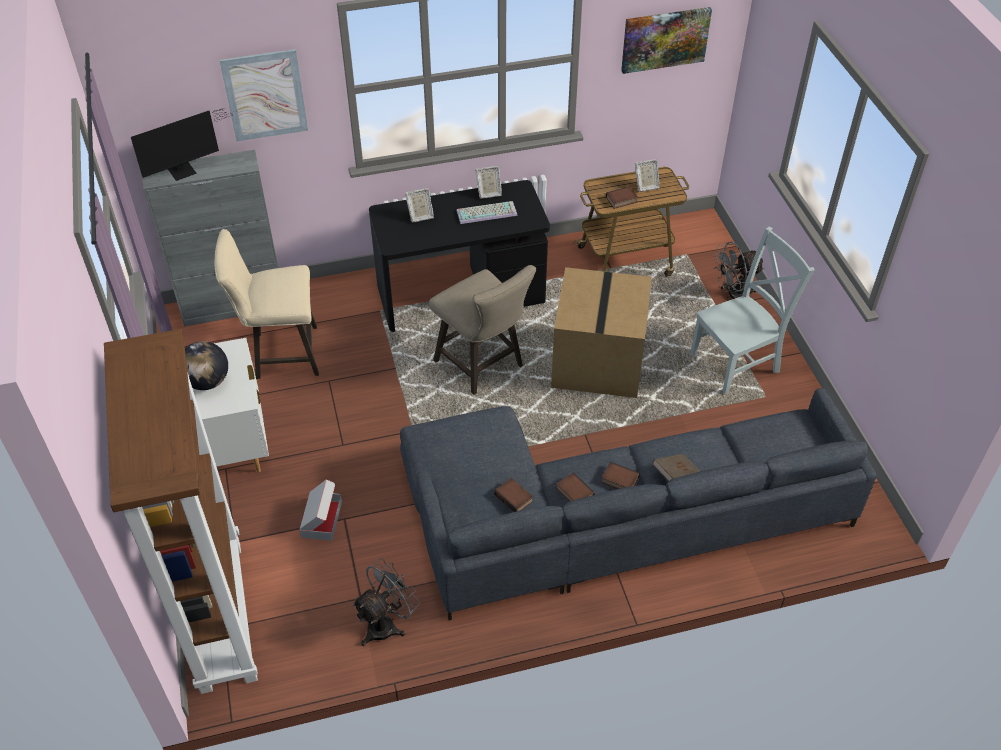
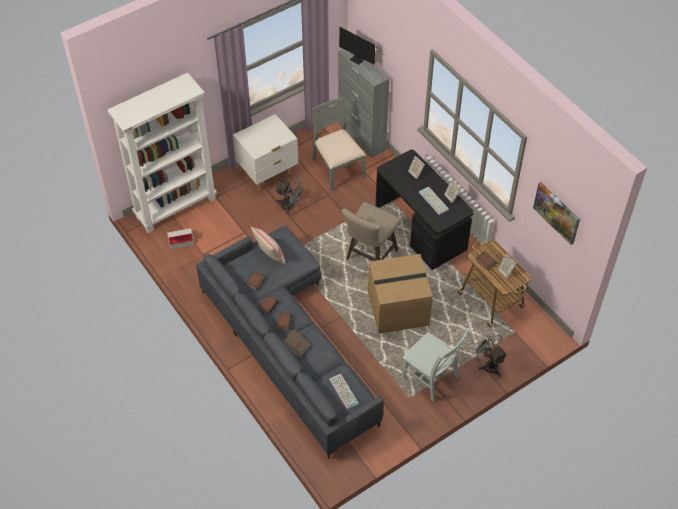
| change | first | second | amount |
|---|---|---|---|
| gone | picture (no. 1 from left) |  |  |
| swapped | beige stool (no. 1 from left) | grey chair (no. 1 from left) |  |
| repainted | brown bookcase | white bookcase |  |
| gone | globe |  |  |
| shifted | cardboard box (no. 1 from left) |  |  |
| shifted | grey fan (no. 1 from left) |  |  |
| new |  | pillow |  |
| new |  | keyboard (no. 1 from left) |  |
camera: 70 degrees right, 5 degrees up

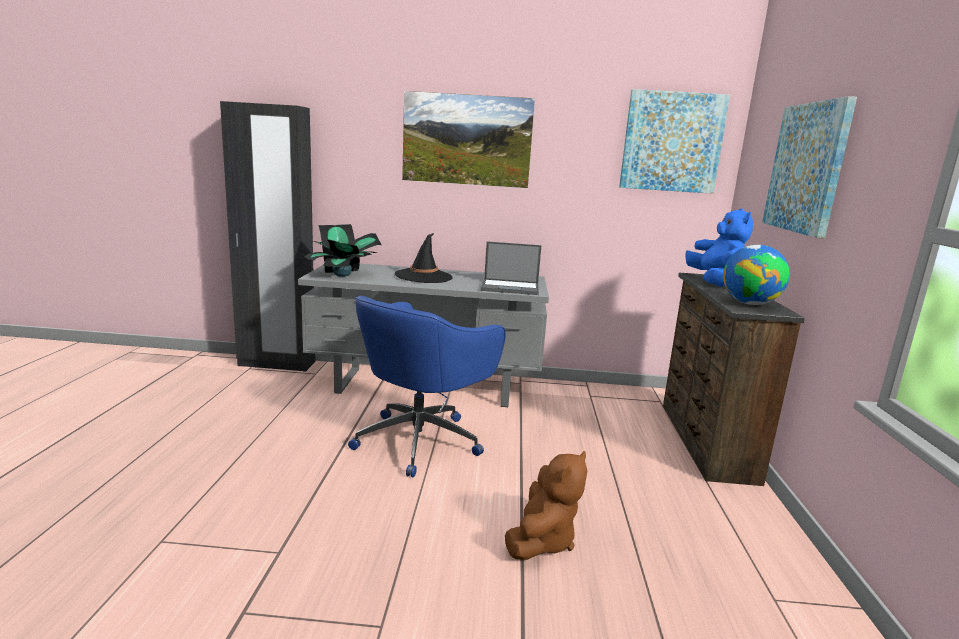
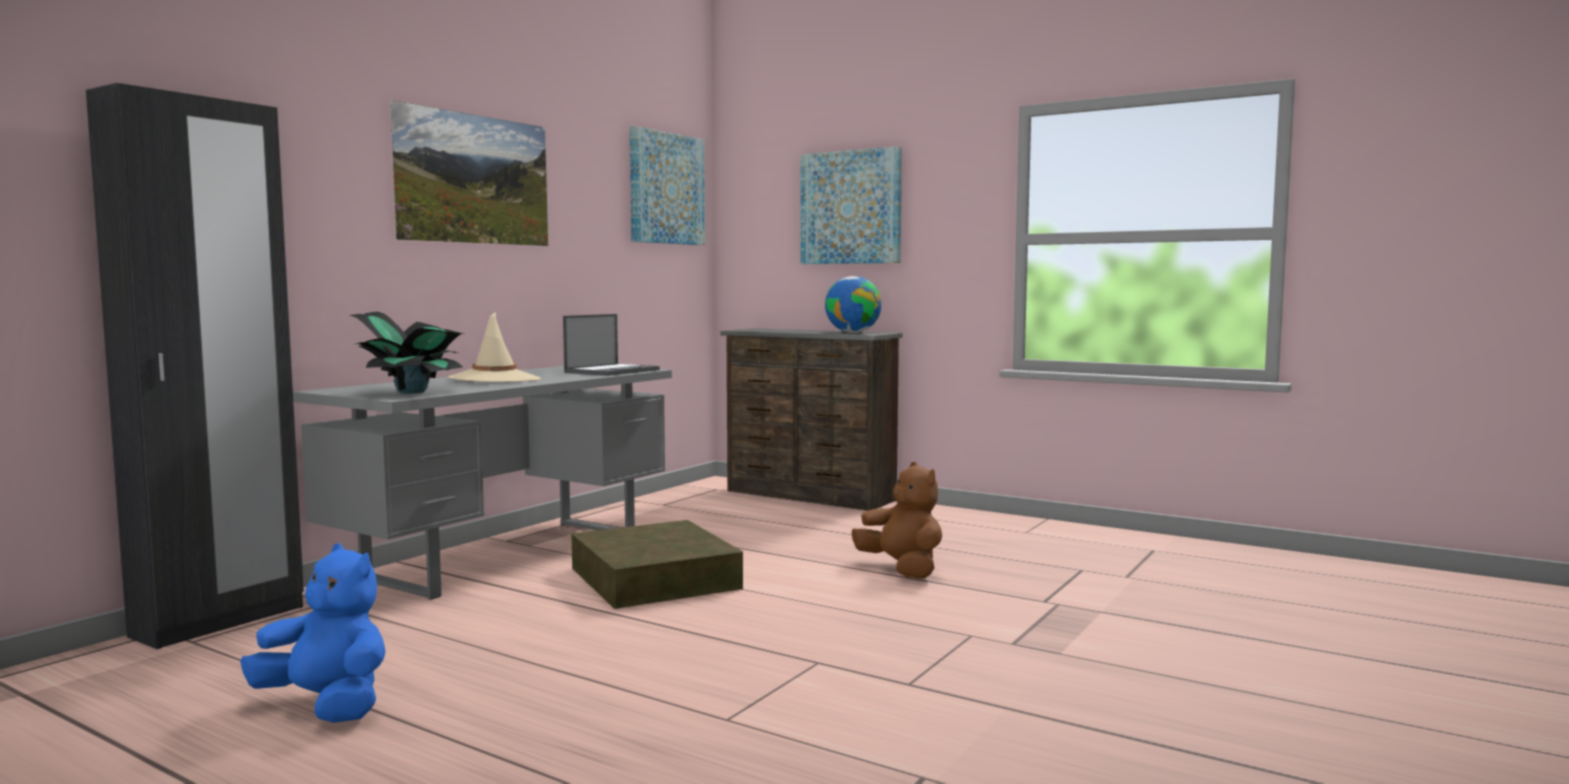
| change | first | second | amount |
|---|---|---|---|
| shifted | blue plush toy |  |  |
| repainted | black hat | beige hat |  |
| swapped | blue office chair | brown storage box |  |
camera: 60 degrees left, 10 degrees down

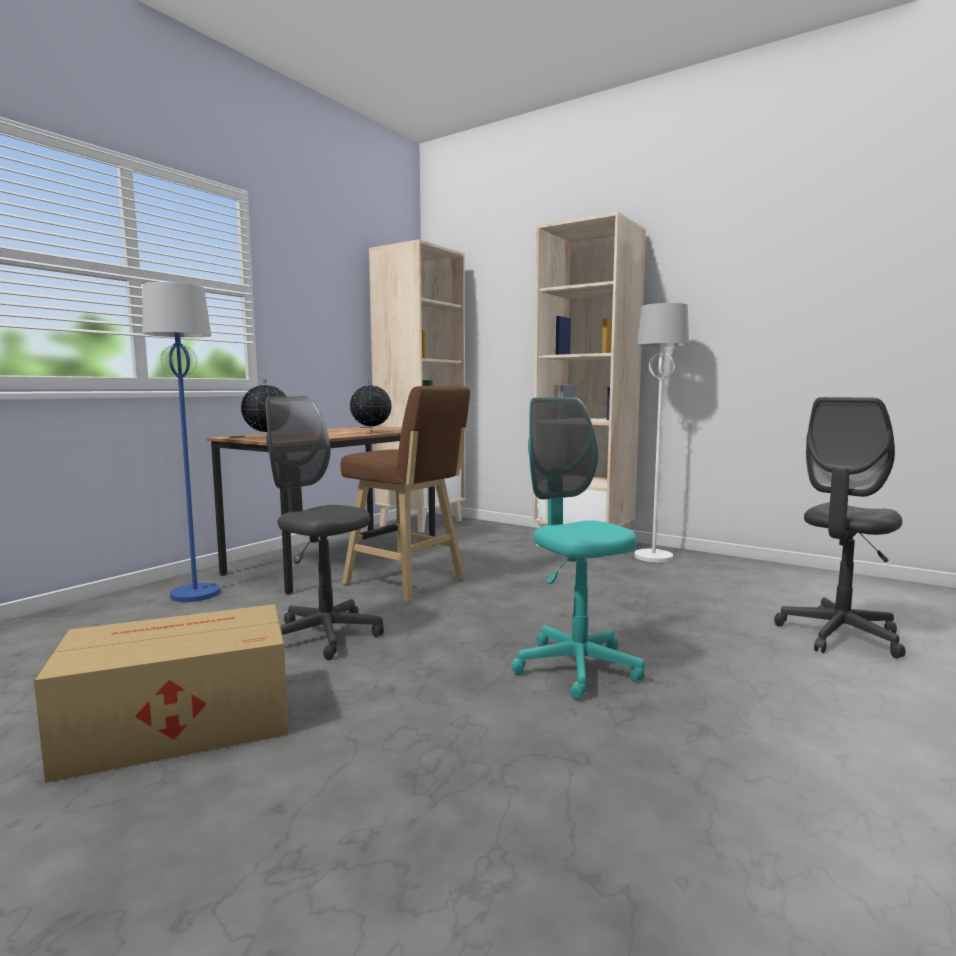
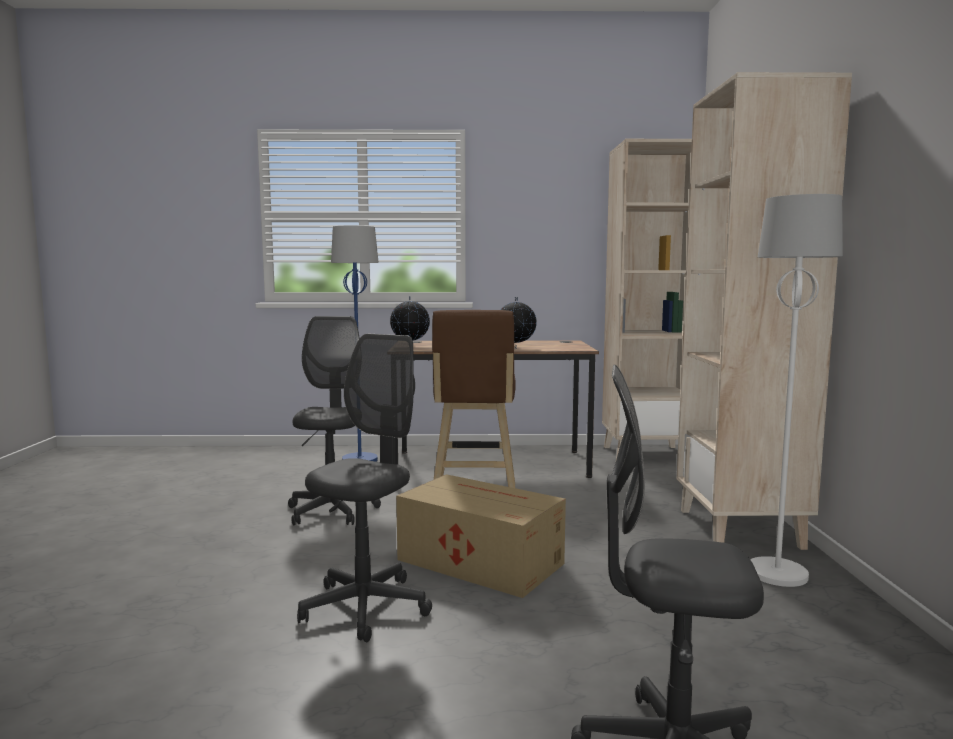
| change | first | second | amount |
|---|---|---|---|
| repainted | turquoise office chair | grey office chair (no. 2 from left) |  |
| shifted | cardboard box |  |  |
camera: 55 degrees right, 0 degrees up

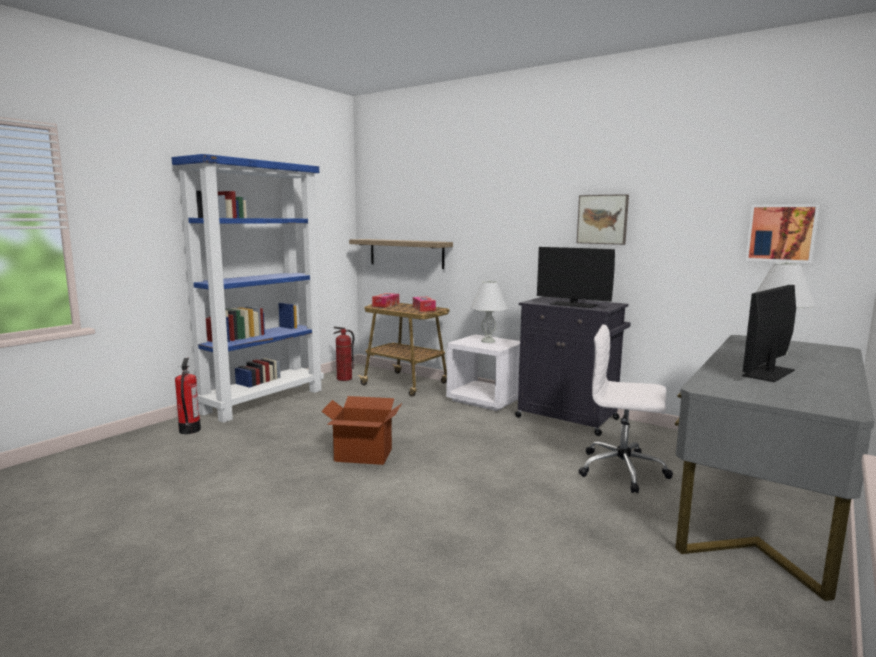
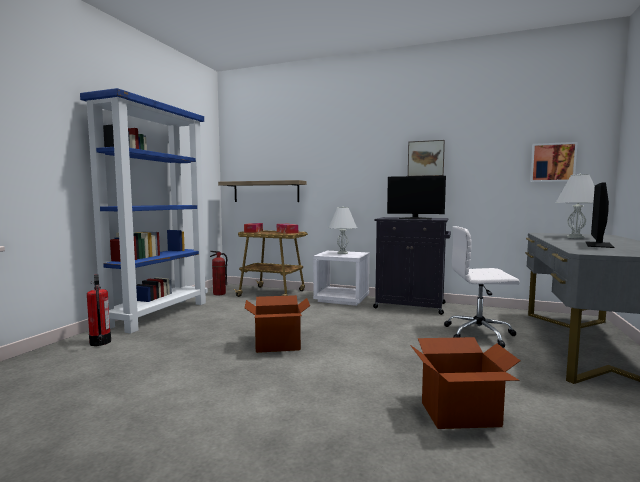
| change | first | second | amount |
|---|---|---|---|
| new |  | cardboard box (no. 2 from left) |  |
camera: 15 degrees left, 5 degrees down

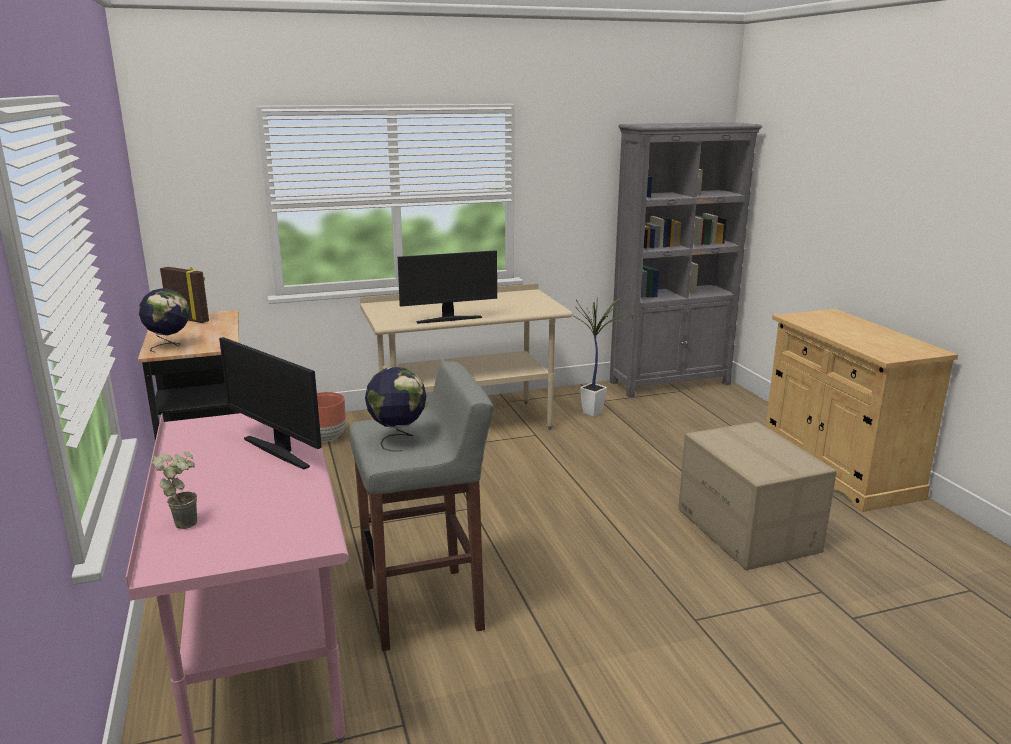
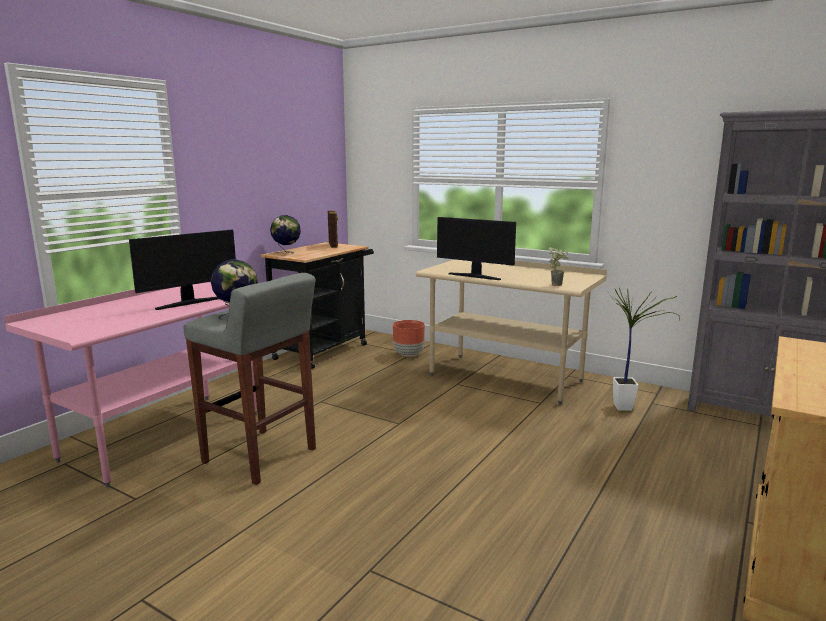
| change | first | second | amount |
|---|---|---|---|
| rotated | monitor (no. 1 from left) |  | 135 degrees counterclockwise |
| gone | cardboard box |  |  |
| shifted | potted plant (no. 1 from left) |  |  |
camera: 50 degrees right, 5 degrees down

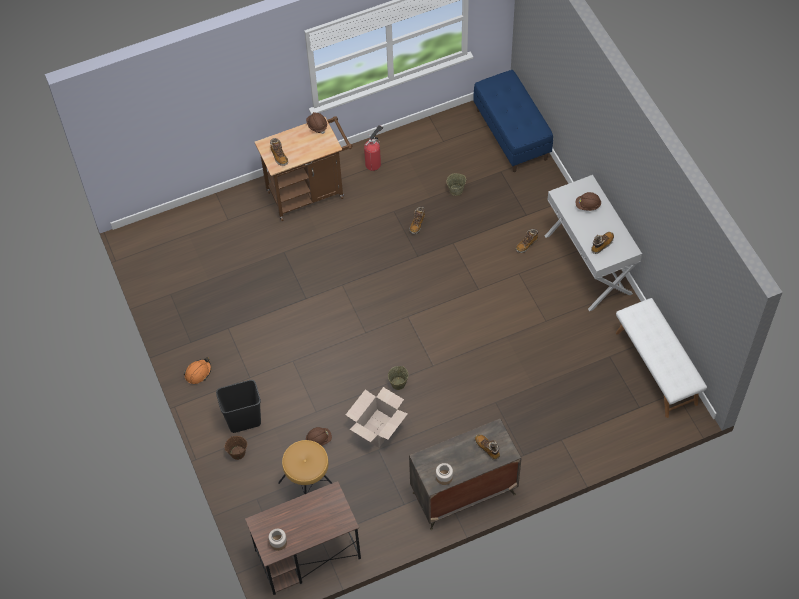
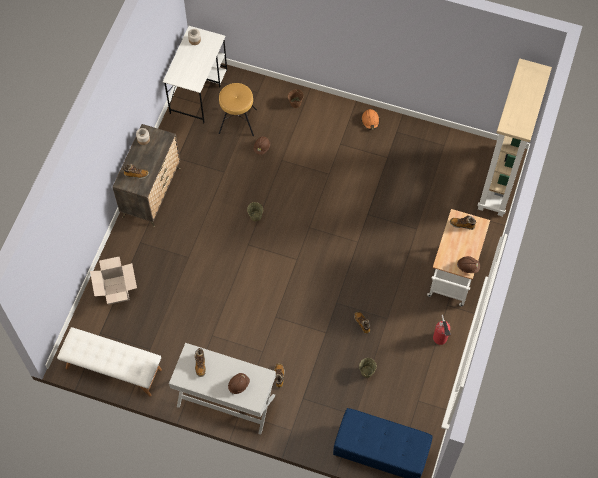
| change | first | second | amount |
|---|---|---|---|
| repainted | brown cart | white cart |  |
| gone | black trash can |  |  |
| shifted | cardboard box |  |  |
| repainted | brown desk | white desk |  |
| new |  | beige bookcase |  |
camera: 130 degrees right, 5 degrees up

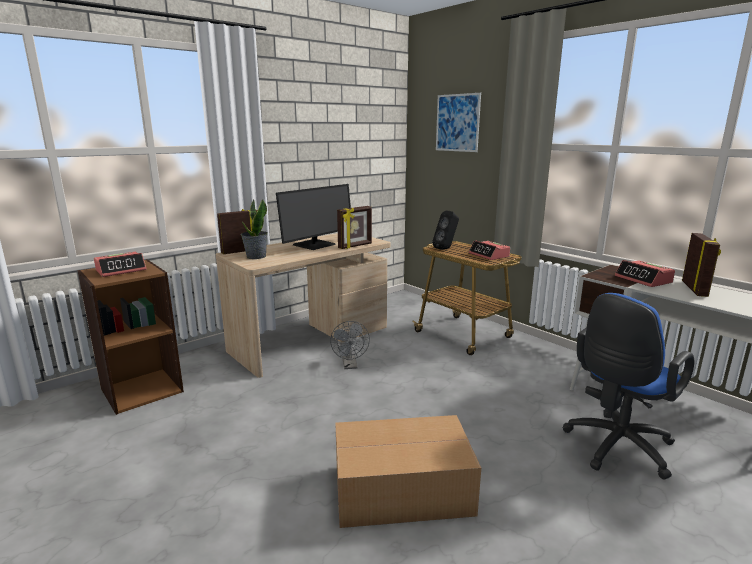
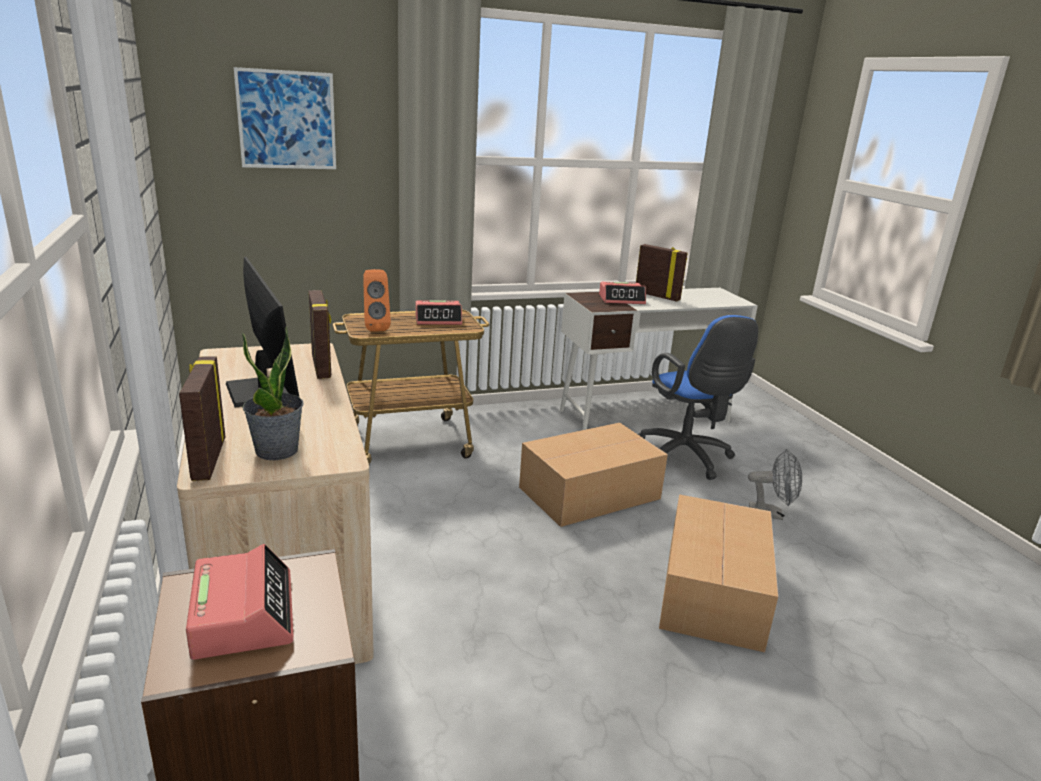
| change | first | second | amount |
|---|---|---|---|
| repainted | black speaker | orange speaker |  |
| shifted | grey fan |  |  |
| new |  | cardboard box (no. 1 from left) |  |
camera: 70 degrees left, 5 degrees up

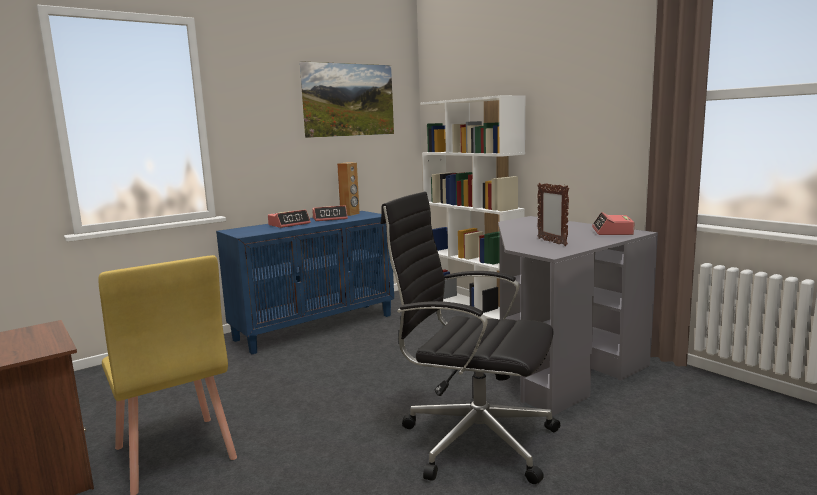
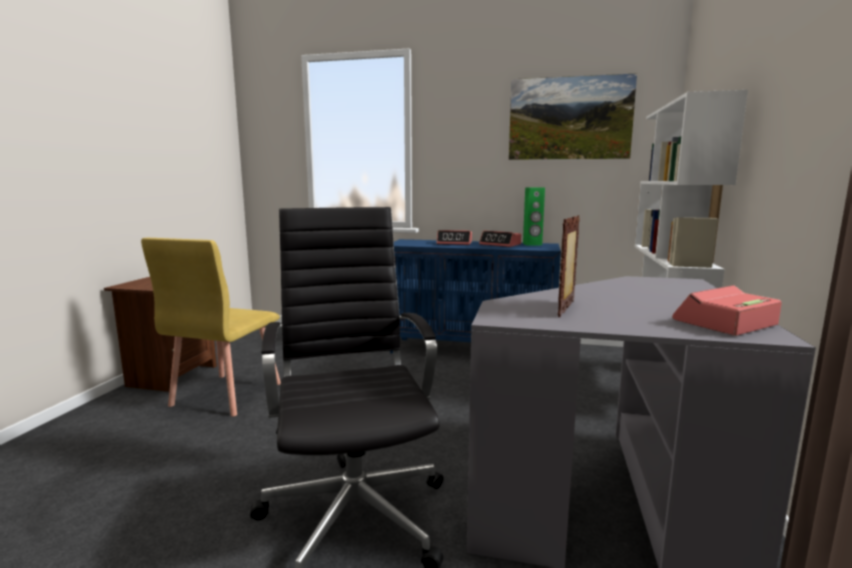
| change | first | second | amount |
|---|---|---|---|
| repainted | brown speaker | green speaker |  |
camera: 50 degrees right, 0 degrees up

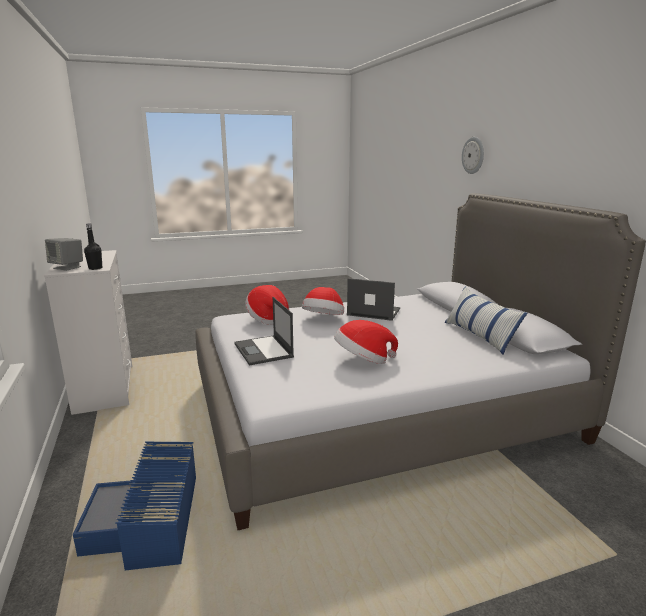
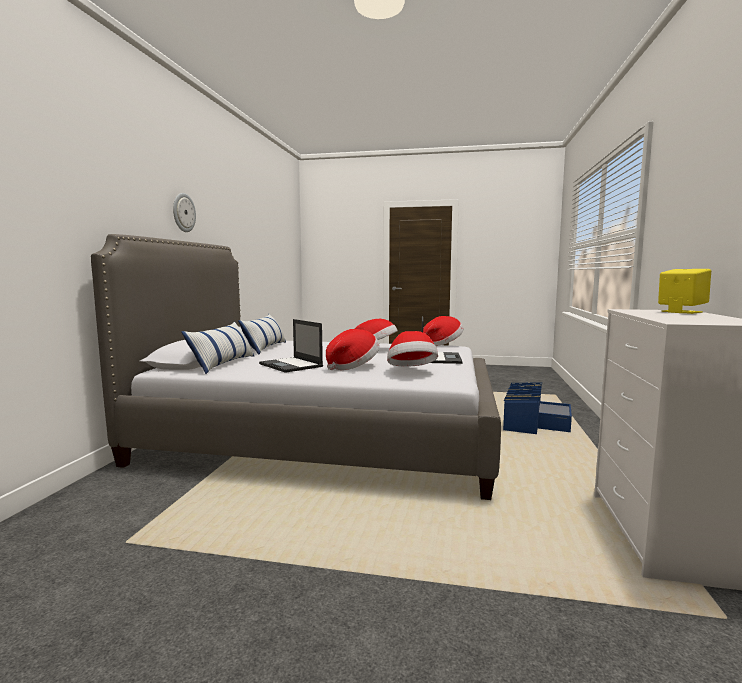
| change | first | second | amount |
|---|---|---|---|
| shifted | wall clock |  |  |
| gone | black bottle |  |  |
| repainted | grey speaker | yellow speaker |  |
| new |  | hat (no. 4 from left) |  |
| new |  | pillow (no. 1 from left) |  |
camera: 150 degrees left, 10 degrees down

